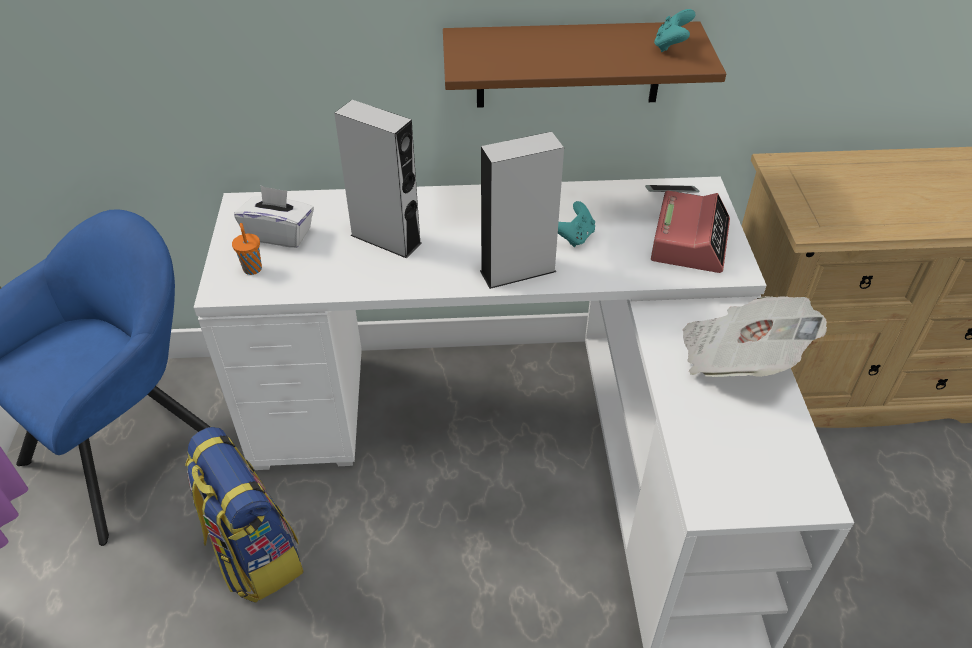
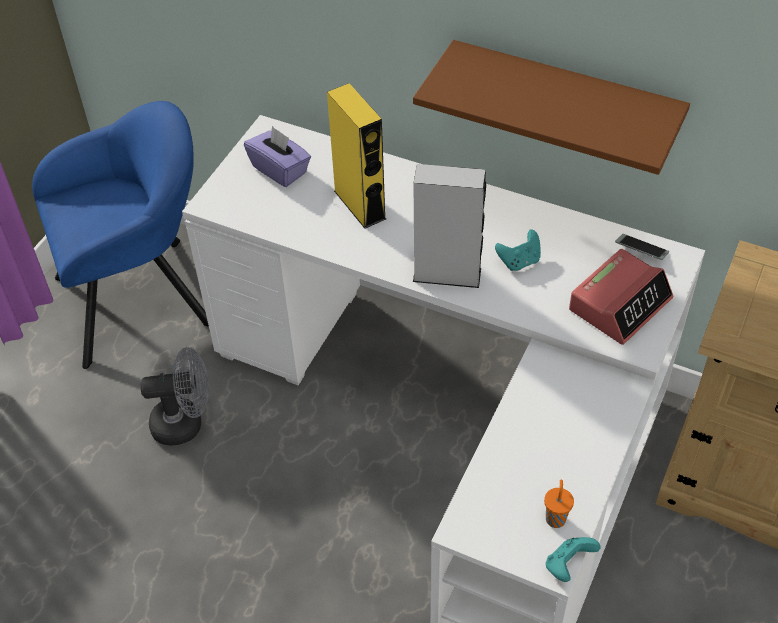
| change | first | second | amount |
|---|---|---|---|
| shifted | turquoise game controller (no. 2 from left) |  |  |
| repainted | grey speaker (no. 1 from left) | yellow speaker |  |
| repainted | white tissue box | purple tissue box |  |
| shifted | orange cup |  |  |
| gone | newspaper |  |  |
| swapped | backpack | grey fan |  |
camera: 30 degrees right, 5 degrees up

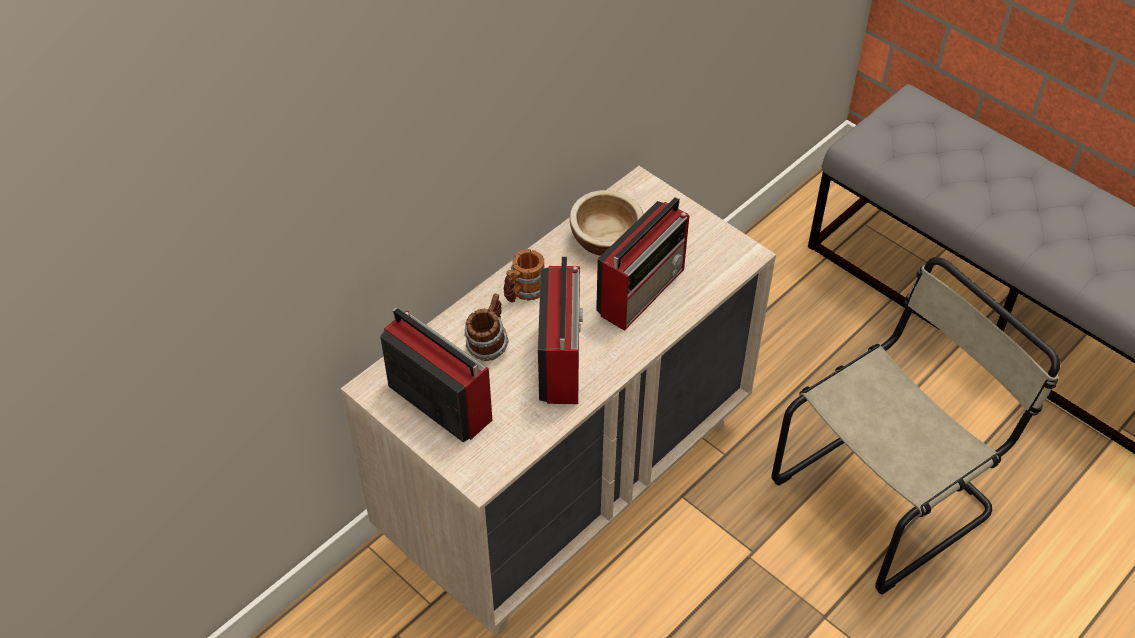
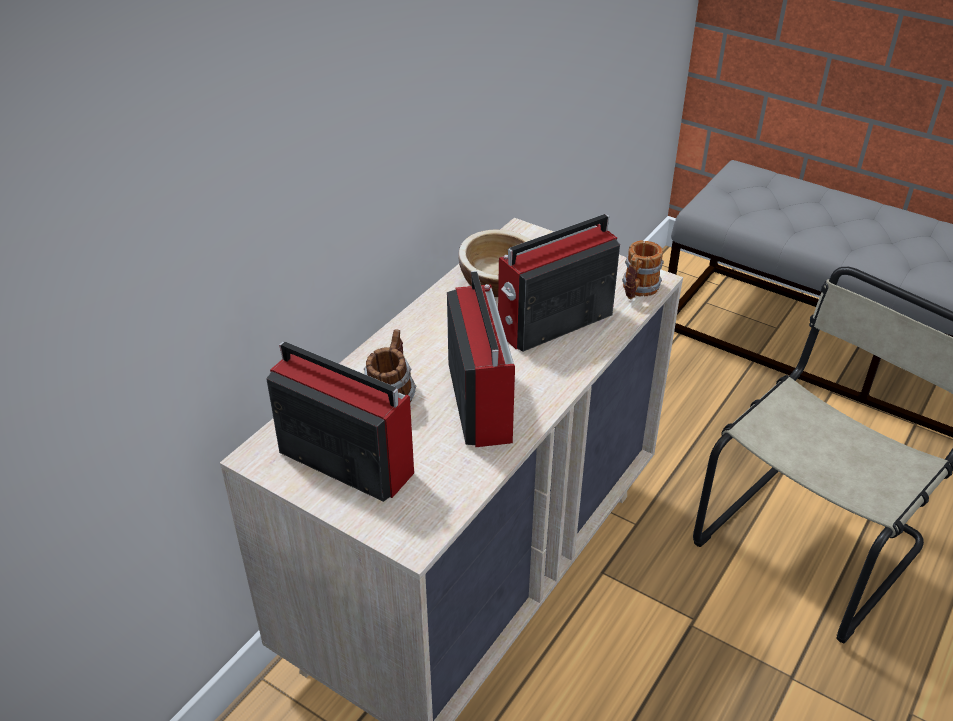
| change | first | second | amount |
|---|---|---|---|
| rotated | radio (no. 3 from left) |  | 150 degrees counterclockwise |
| shifted | mug (no. 2 from left) |  |  |
camera: 10 degrees left, 10 degrees down

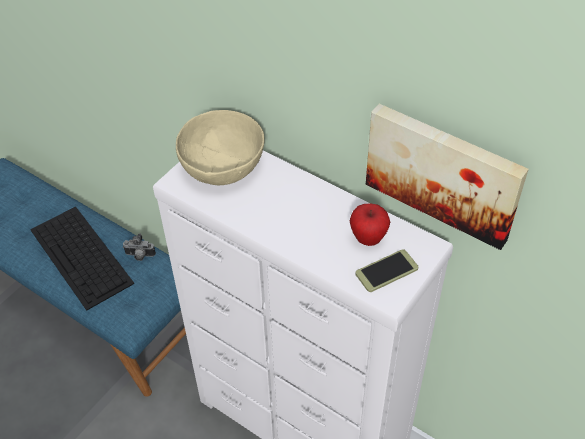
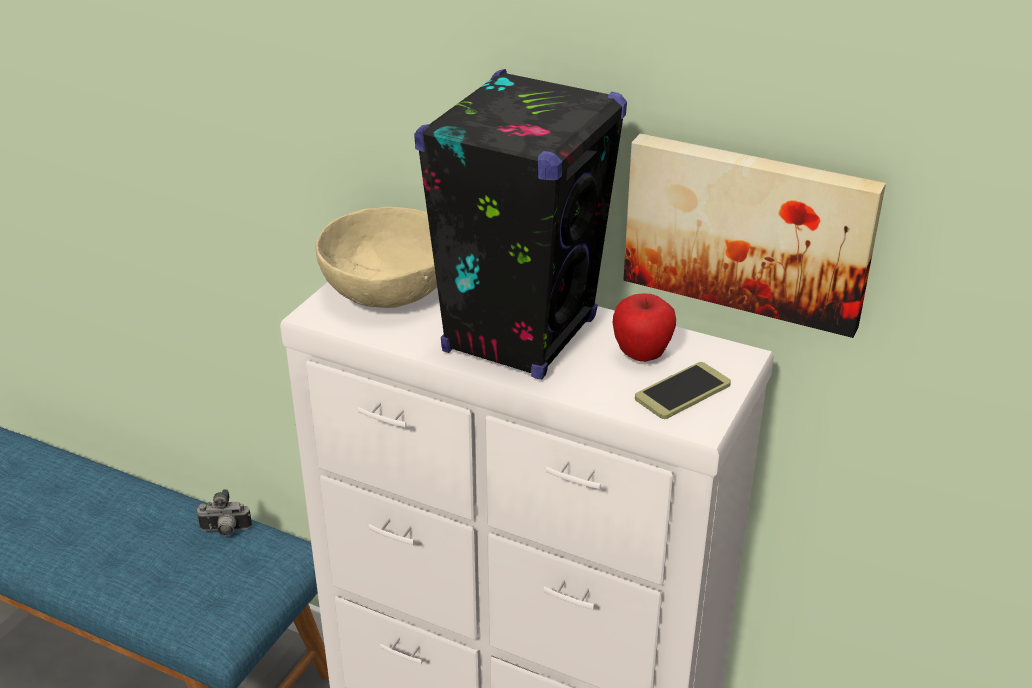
| change | first | second | amount |
|---|---|---|---|
| gone | keyboard |  |  |
| new |  | black speaker |  |
camera: 10 degrees left, 15 degrees down

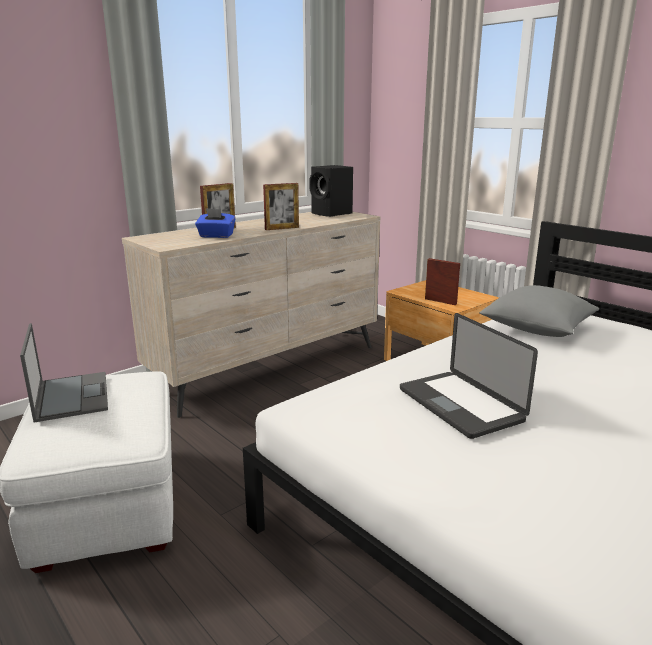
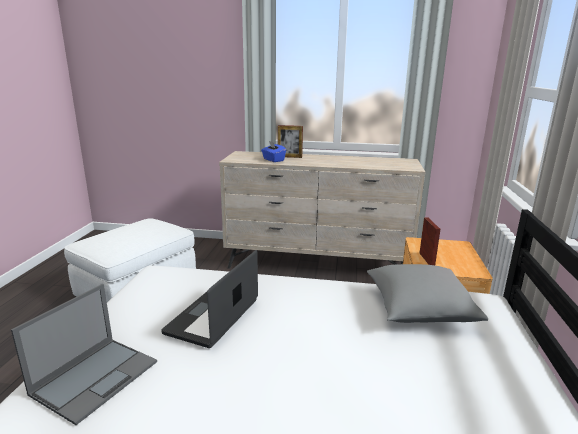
| change | first | second | amount |
|---|---|---|---|
| gone | black speaker |  |  |
| gone | picture frame (no. 2 from left) |  |  |
| shifted | laptop (no. 1 from left) |  |  |
camera: 50 degrees right, 0 degrees up

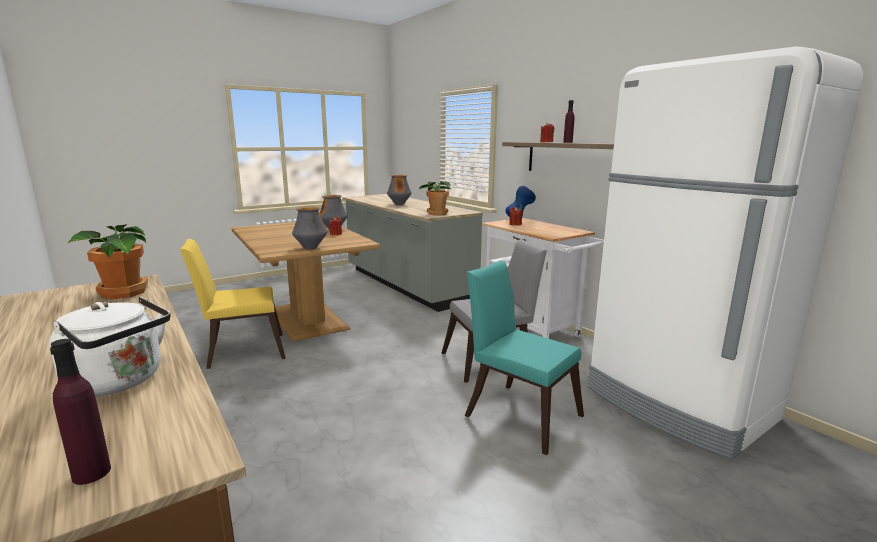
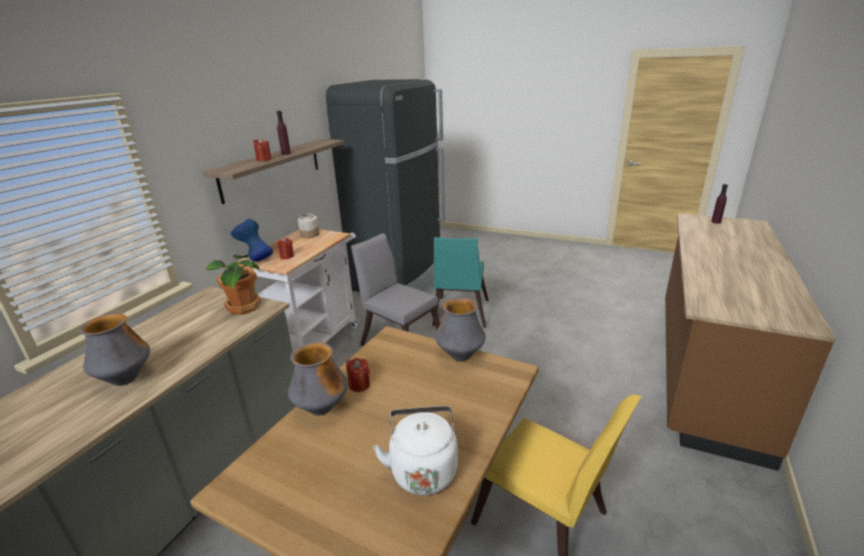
| change | first | second | amount |
|---|---|---|---|
| repainted | white fridge | black fridge |  |
| gone | potted plant (no. 1 from left) |  |  |
| shifted | white kettle |  |  |
| new |  | jar |  |
camera: 120 degrees left, 10 degrees up

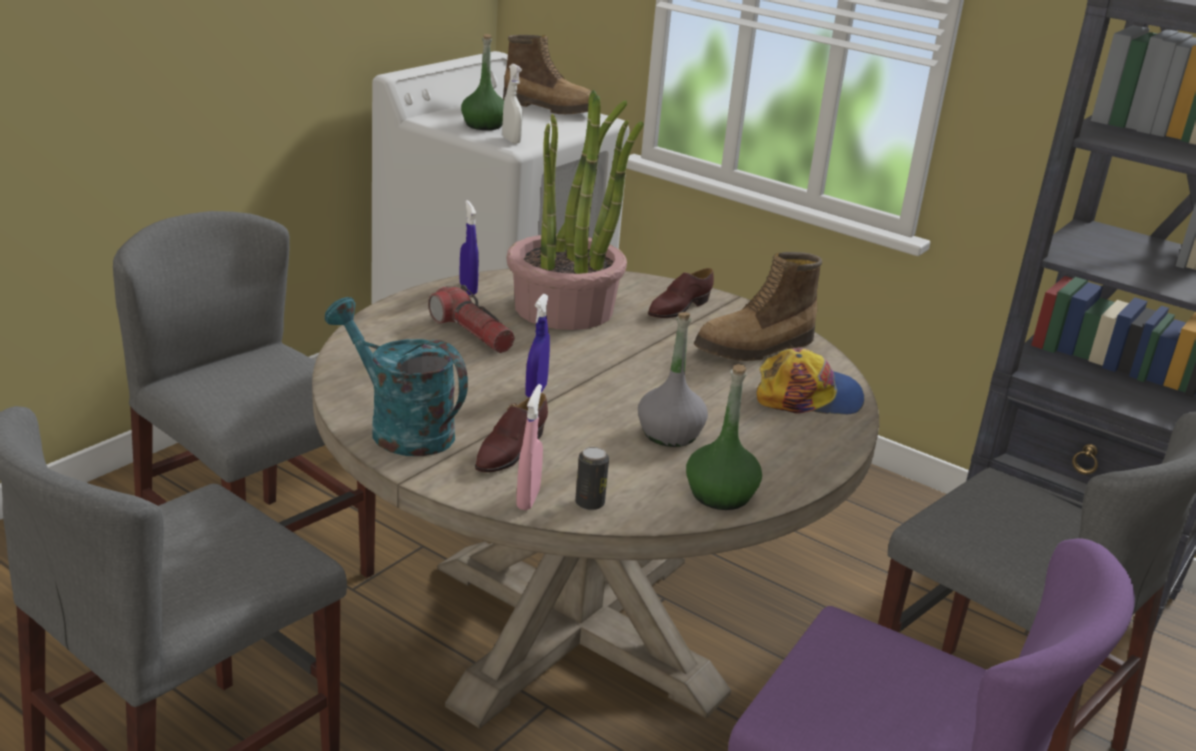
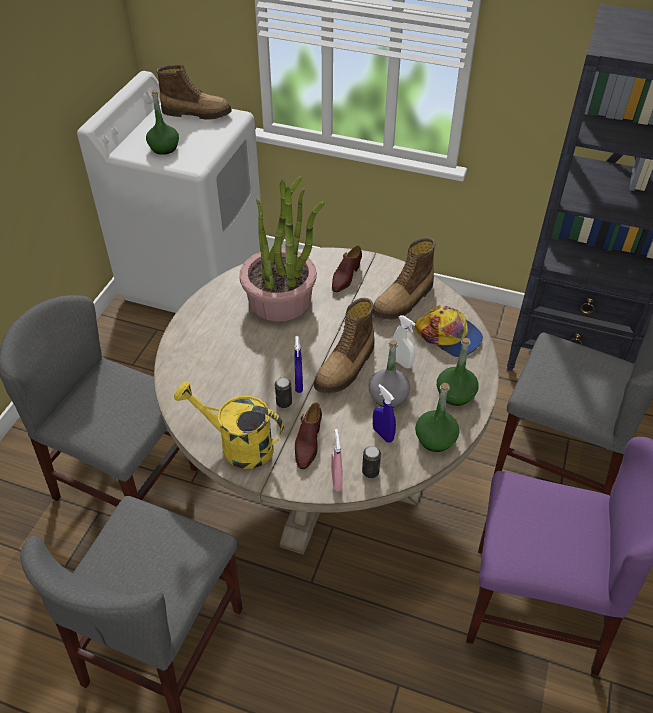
| change | first | second | amount |
|---|---|---|---|
| shifted | white spray bottle |  |  |
| shifted | blue spray bottle (no. 1 from left in the first image) | blue spray bottle (no. 2 from left) |  |
| gone | flashlight |  |  |
| repainted | turquoise watering can | yellow watering can |  |
| rotated | cap |  | 60 degrees clockwise |
| new |  | boot (no. 2 from left) |  |
| new |  | green bottle (no. 3 from left) |  |
| new |  | can (no. 1 from left) |  |
camera: 15 degrees left, 20 degrees up

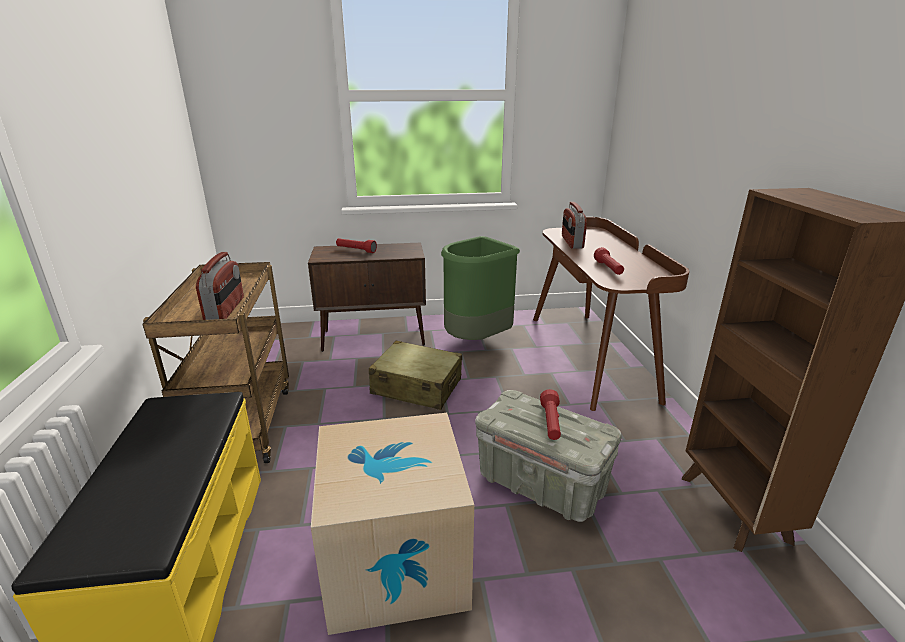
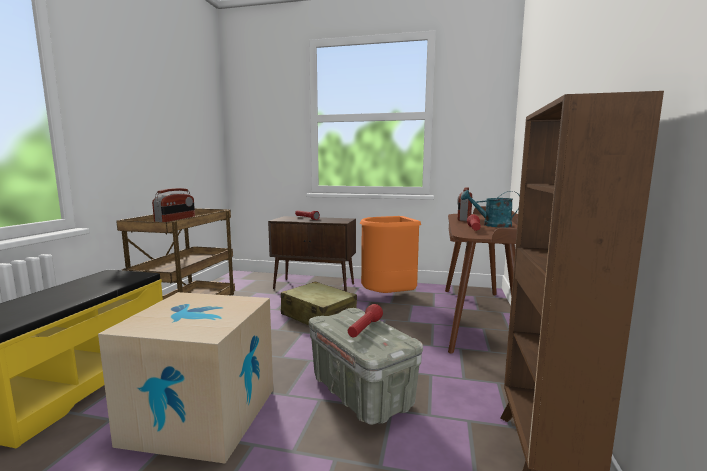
| change | first | second | amount |
|---|---|---|---|
| repainted | green trash can | orange trash can |  |
| new |  | turquoise watering can |  |
camera: 20 degrees right, 15 degrees down

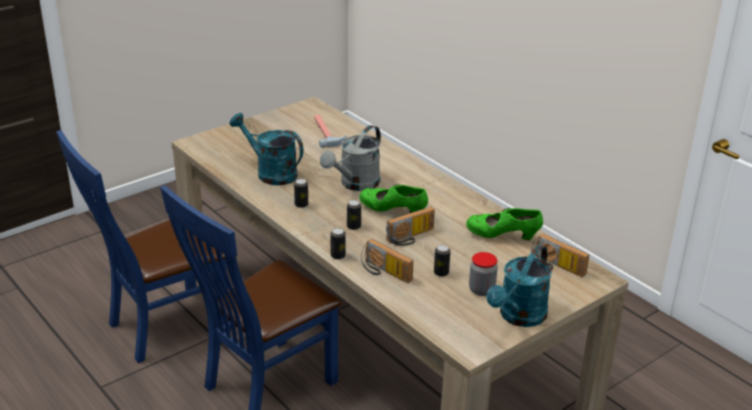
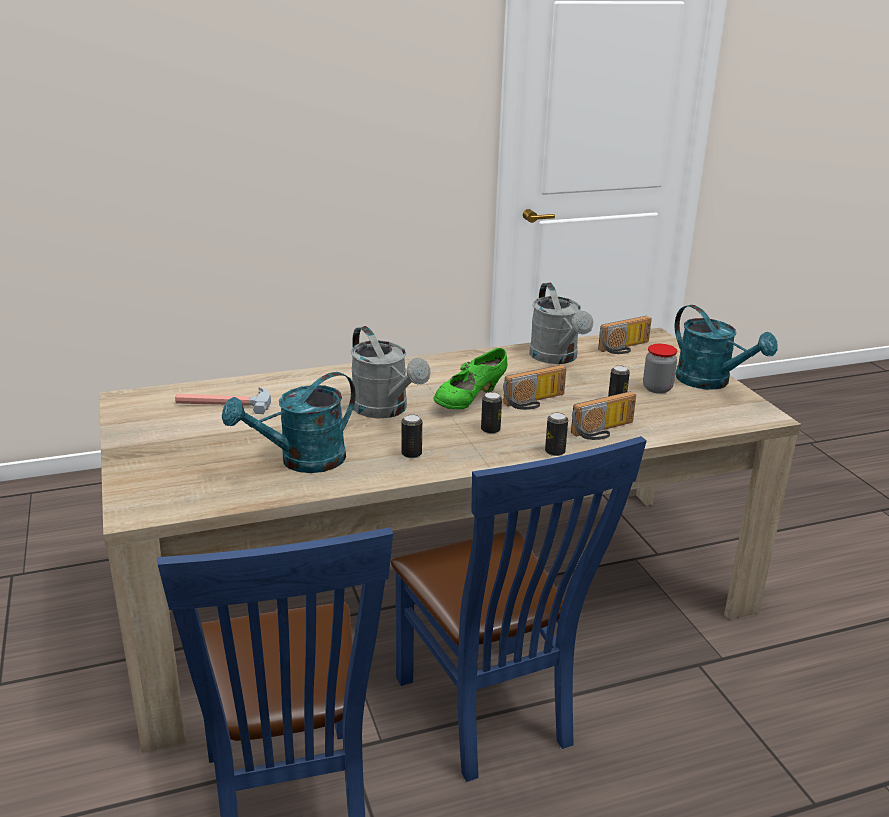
| change | first | second | amount |
|---|---|---|---|
| rotated | radio (no. 2 from left in the first image) | radio (no. 1 from left) | 75 degrees clockwise |
| swapped | green shoe (no. 2 from left) | grey watering can (no. 2 from left) |  |
camera: 70 degrees left, 5 degrees down

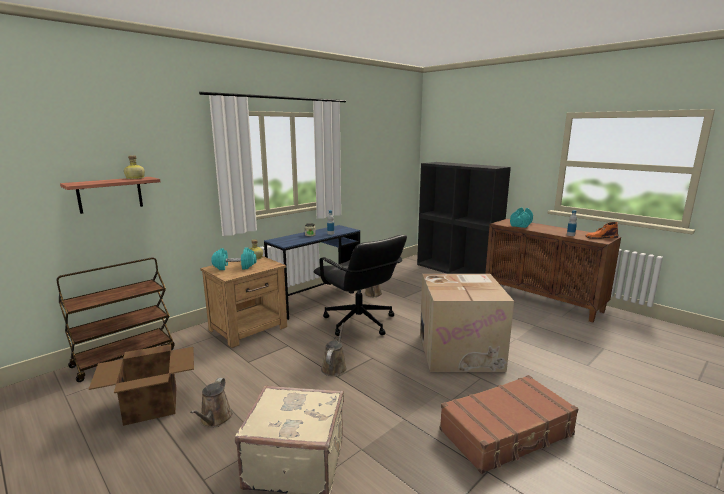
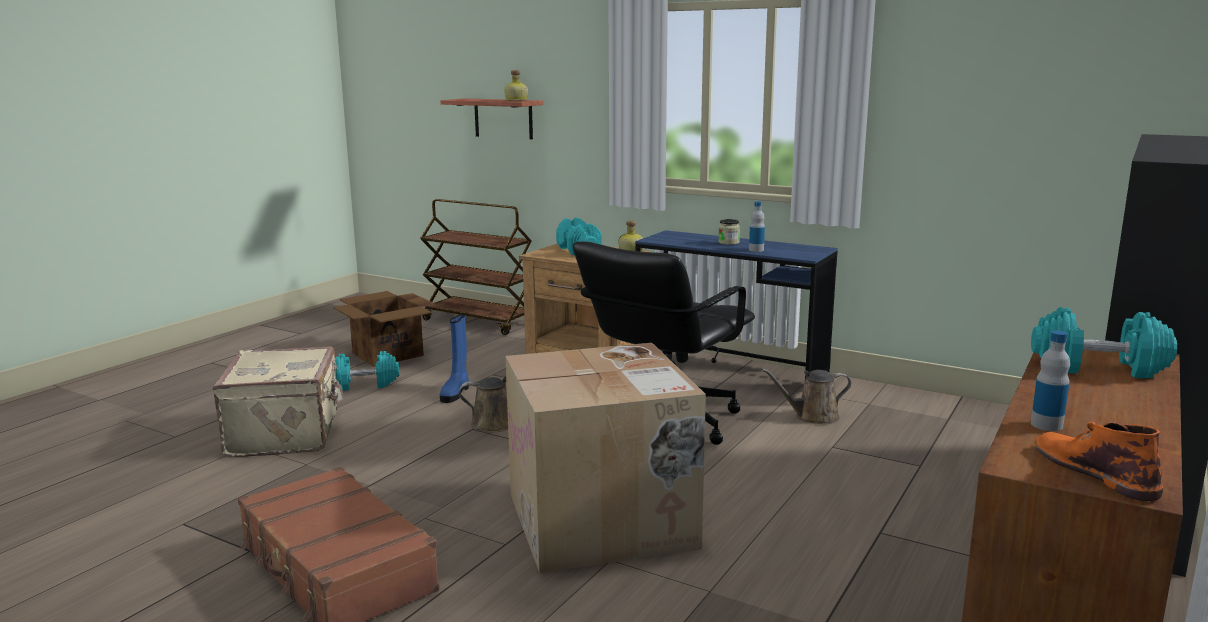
| change | first | second | amount |
|---|---|---|---|
| swapped | brown watering can (no. 1 from left) | turquoise dumbbell (no. 1 from left) |  |
| new |  | blue boot |  |
camera: 75 degrees right, 0 degrees up

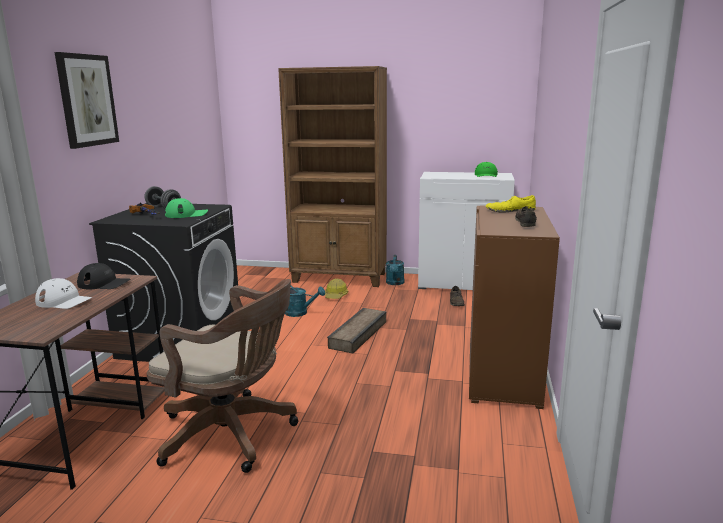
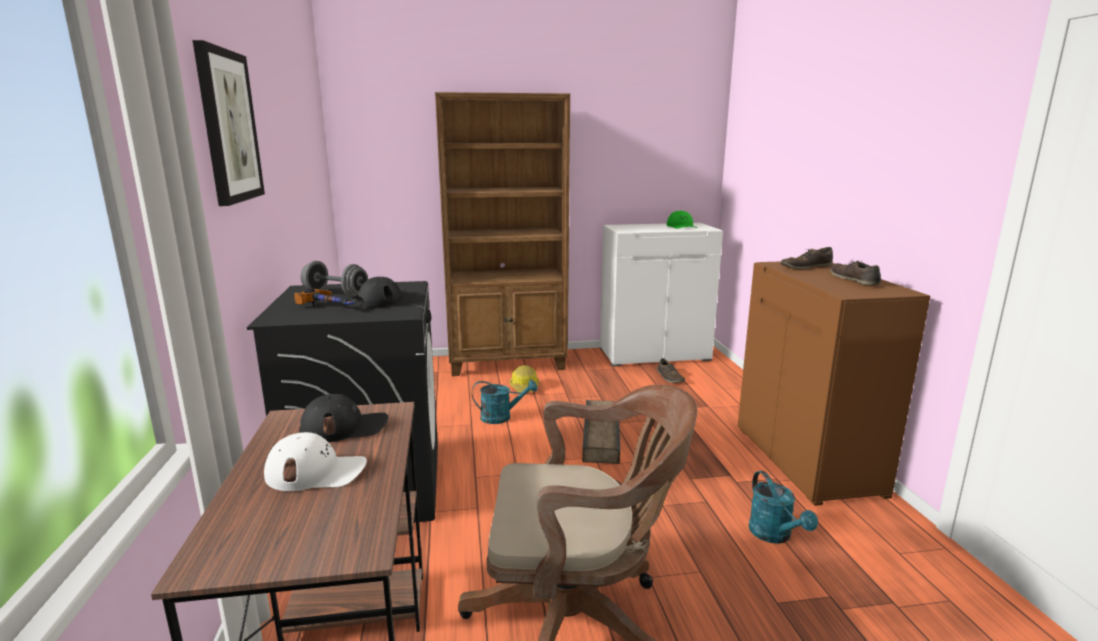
| change | first | second | amount |
|---|---|---|---|
| repainted | yellow shoe | brown shoe (no. 2 from left) |  |
| repainted | green cap (no. 1 from left) | black cap (no. 2 from left) |  |
| shifted | turquoise watering can (no. 2 from left) |  |  |
camera: 20 degrees left, 0 degrees up

